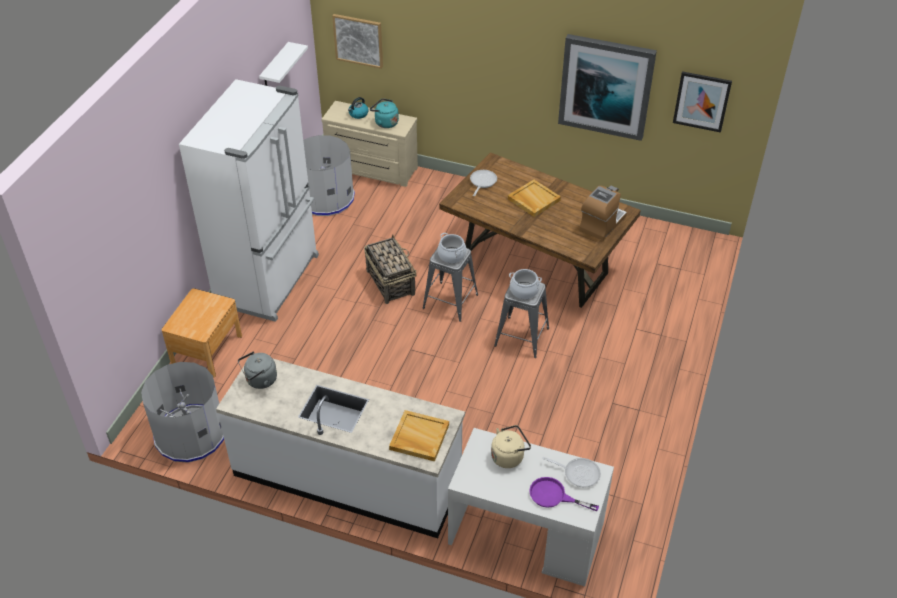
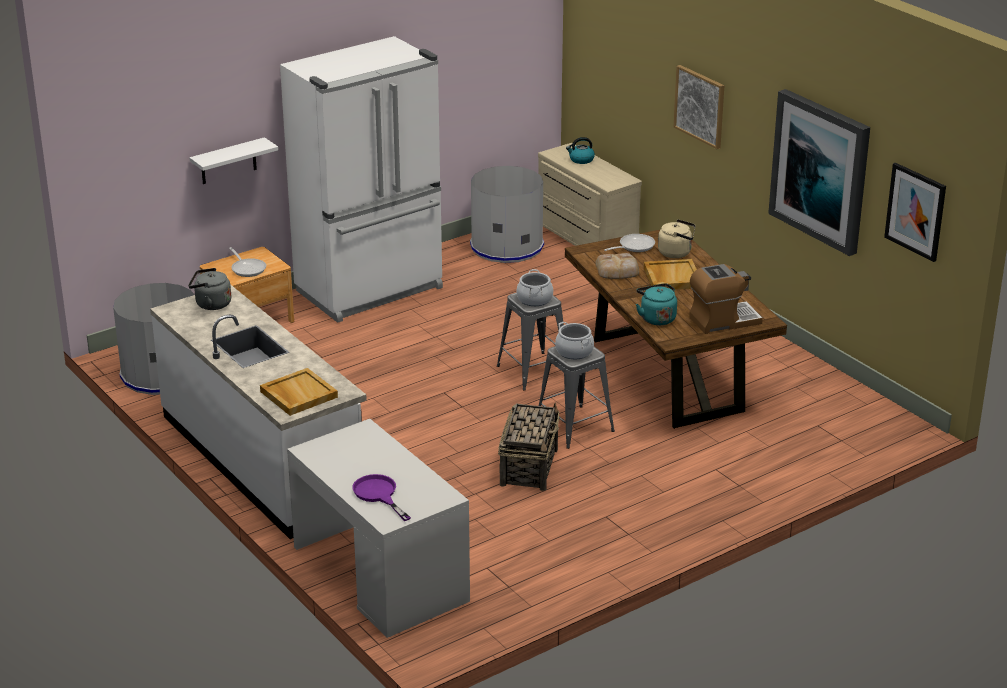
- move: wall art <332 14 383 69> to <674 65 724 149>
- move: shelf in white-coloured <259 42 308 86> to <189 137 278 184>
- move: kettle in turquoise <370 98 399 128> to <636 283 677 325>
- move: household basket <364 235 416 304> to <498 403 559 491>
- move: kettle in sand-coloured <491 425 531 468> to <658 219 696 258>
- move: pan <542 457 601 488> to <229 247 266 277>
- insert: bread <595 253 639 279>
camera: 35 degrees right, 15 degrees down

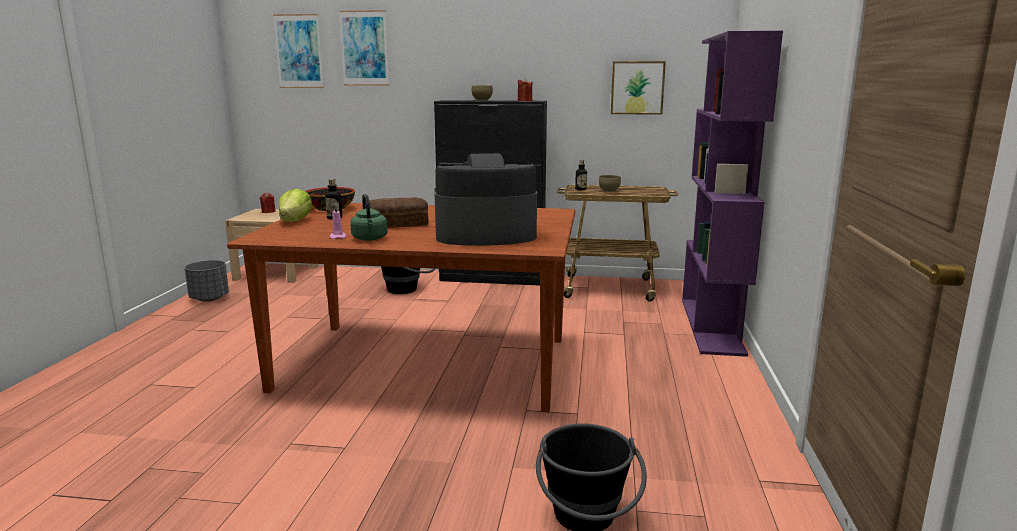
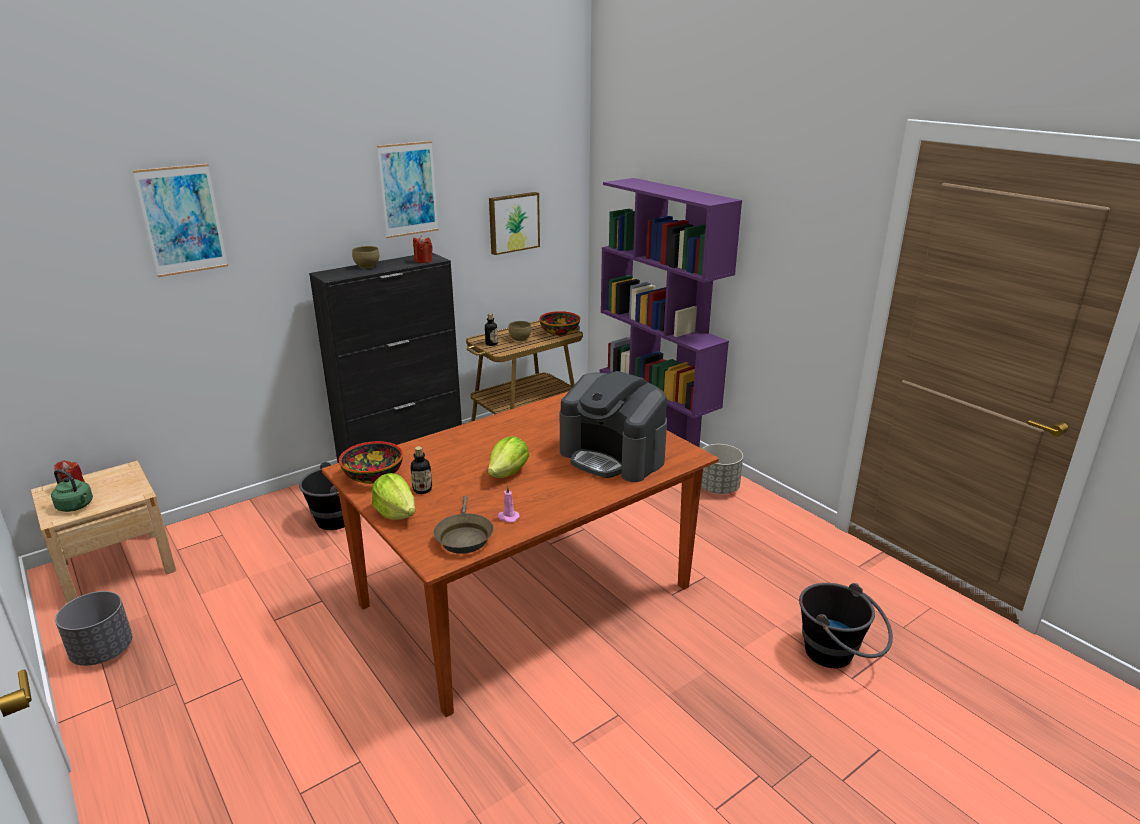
- move: wall art <273 14 324 88> to <377 141 439 238>
- rotate: coffee machine <435 153 537 246> = <560 371 667 482> 90 degrees counterclockwise
- move: kettle in green <350 194 388 241> to <51 469 93 512>
- replace: bread <369 197 429 228> to head of lettuce <488 436 529 478>
- insert: serving bowl <539 311 580 336>
- insert: plant pot in grey <701 444 743 494>
- insert: pan in brown <434 496 494 554>
camera: 45 degrees left, 10 degrees up

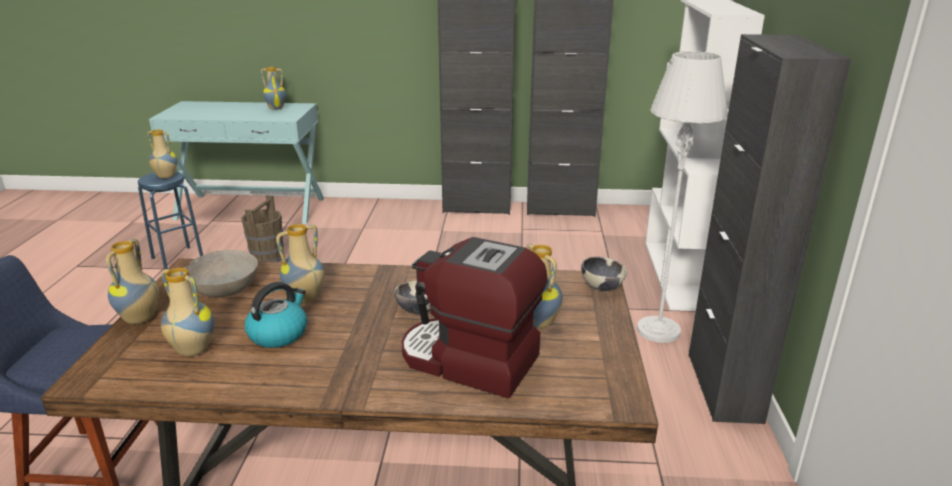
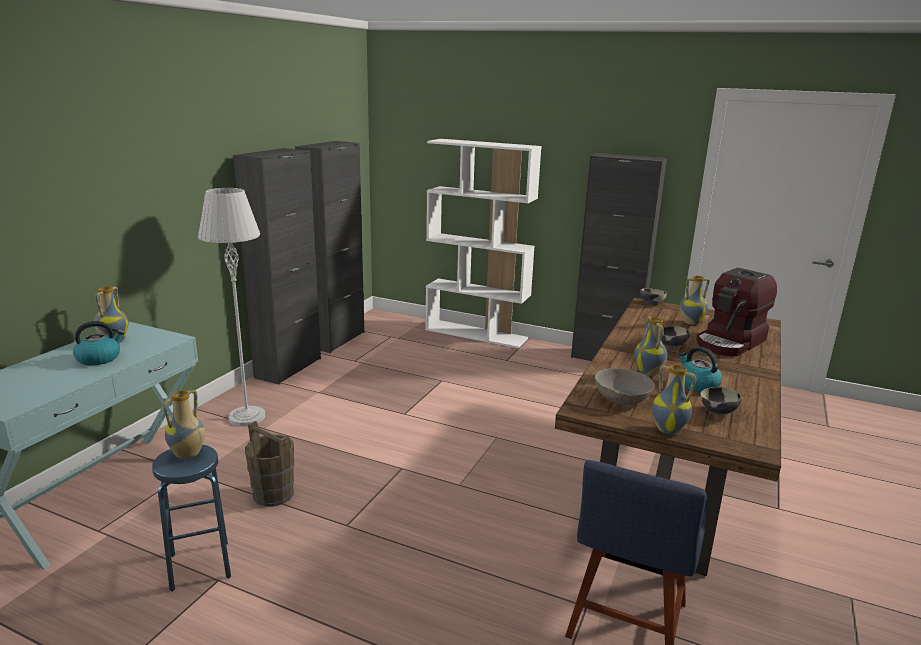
- move: floor lamp in grey <637 51 728 343> to <198 188 265 426>
- replace: decorative vase <161 268 214 356> to serving bowl <700 387 742 415>
- insert: kettle <73 321 125 365>
camera: 70 degrees left, 5 degrees down

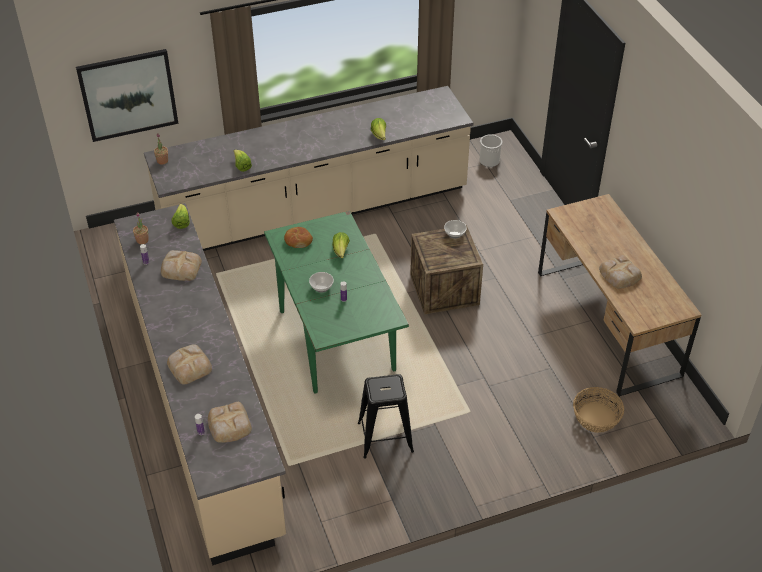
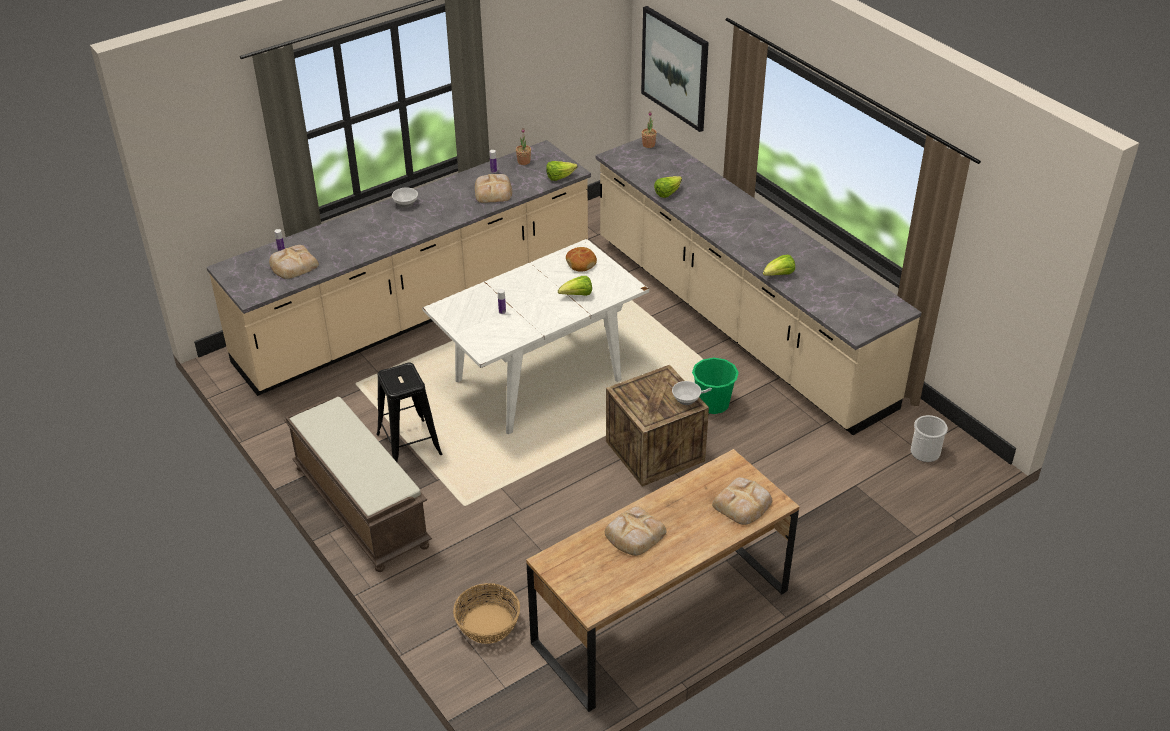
- recolor: dinner table in green <264 211 409 394> to dinner table in white-coloured <422 239 649 434>
- move: serving bowl <309 272 334 293> to <392 188 418 208>
- move: bread <167 344 212 385> to <712 477 772 525>
- insert: water bucket in green <692 358 739 414>
- insert: bench in brown <284 396 432 572>
camera: 75 degrees right, 5 degrees down

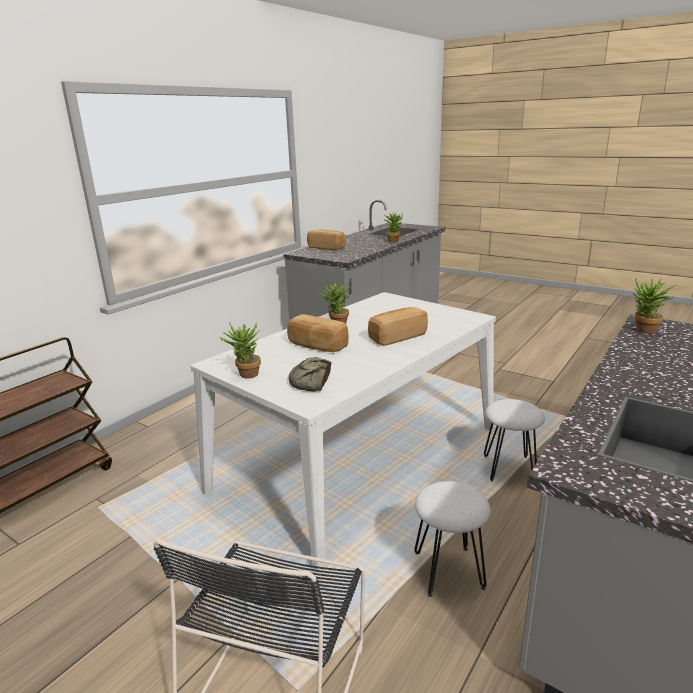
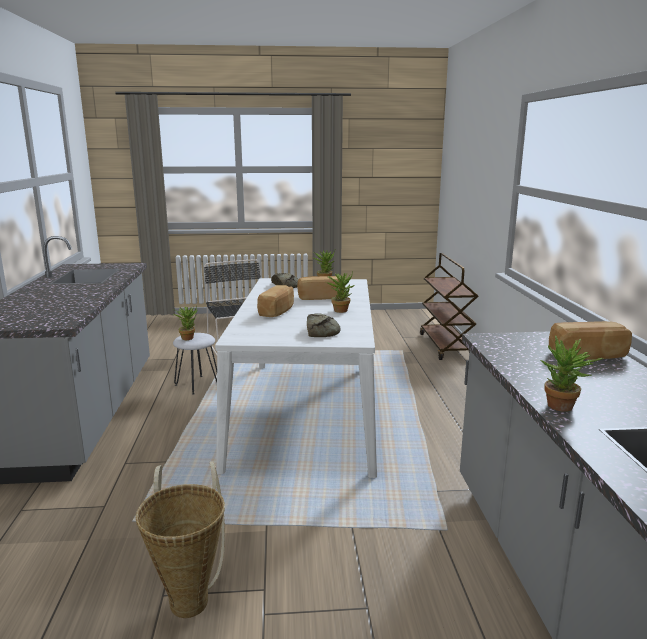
- move: plant in a pot <633 278 676 334> to <173 306 198 340>
- delete: sitting stool in white-coloured <484 399 545 481>
- insert: bread <307 313 340 337>
- insert: household basket <136 462 225 618>
camera: 140 degrees right, 5 degrees down

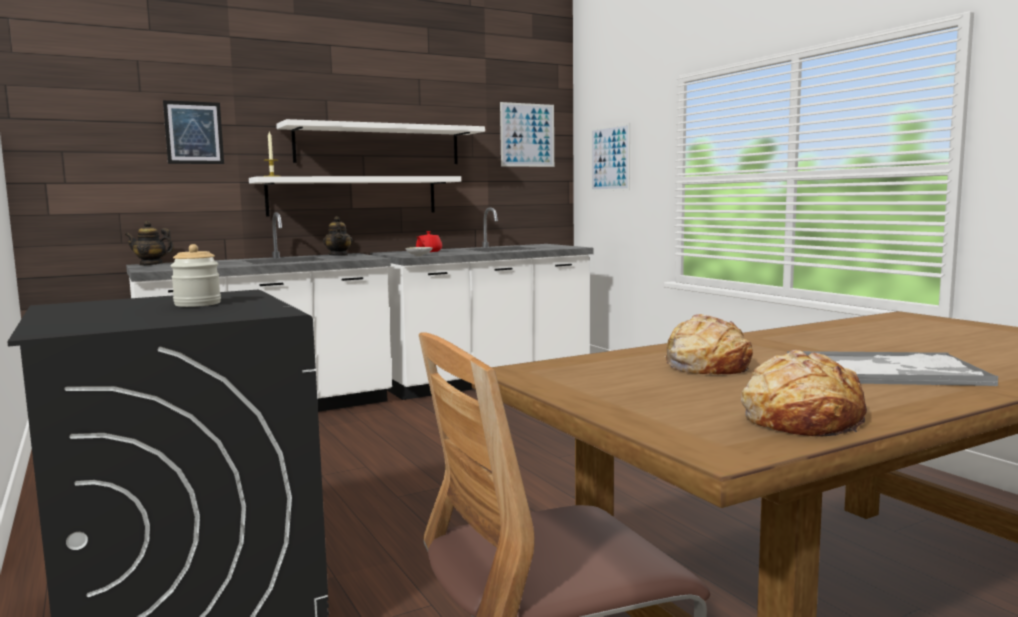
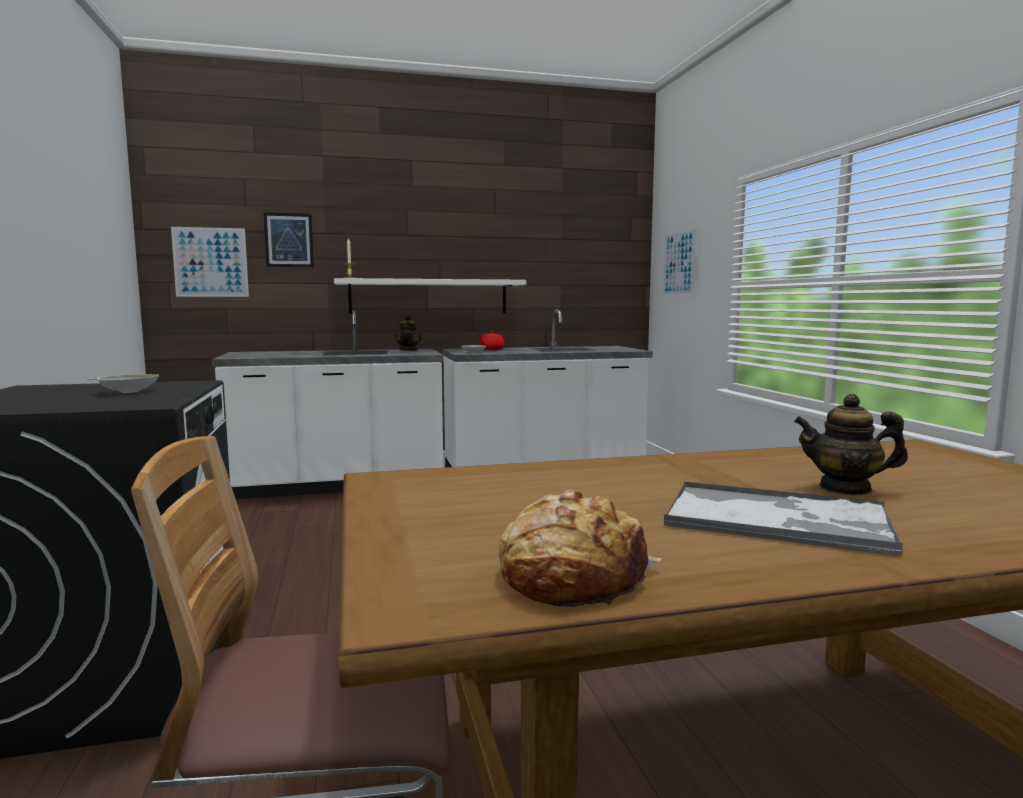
- move: wall art <500 102 554 167> to <171 227 249 297>
- delete: shelf in white-coloured <276 119 485 164>
- move: teapot <125 221 174 265> to <794 394 908 495>
- replace: preserve jar <170 244 221 307> to serving bowl in white-coloured <87 374 159 393>
- delete: bread <664 314 753 374>
camera: 15 degrees right, 0 degrees up

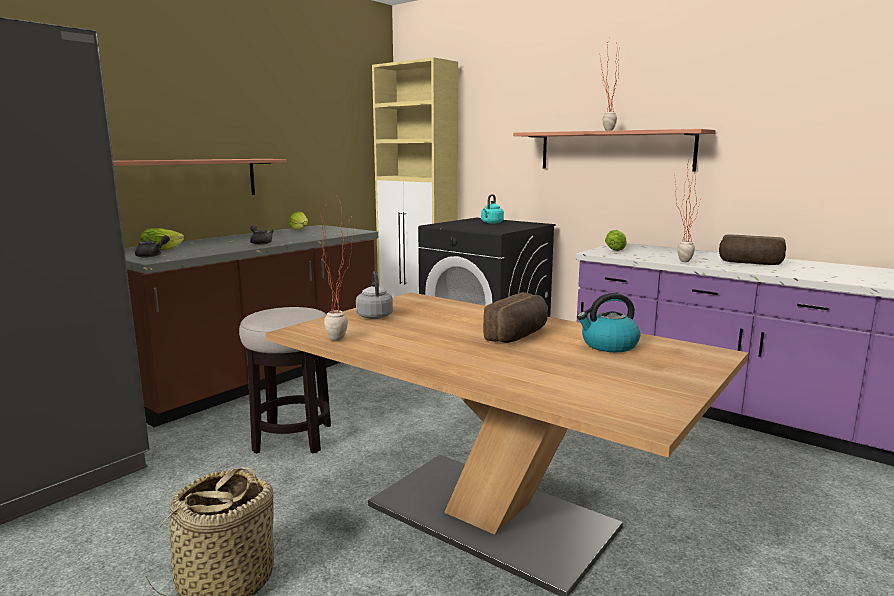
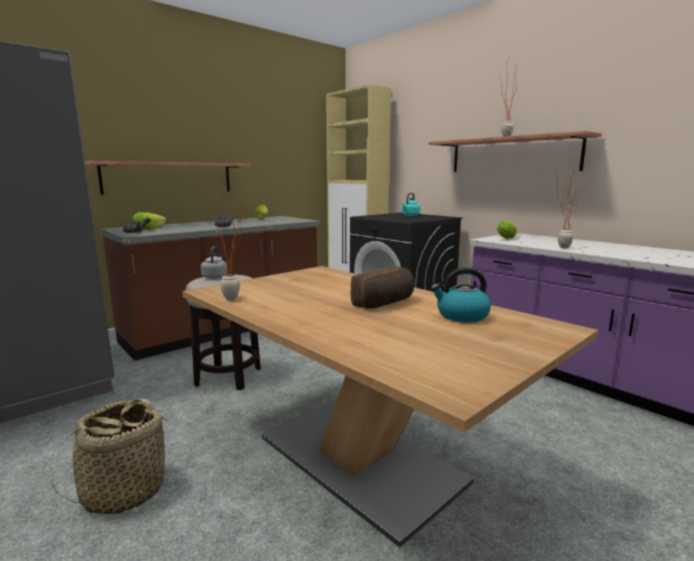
- delete: bread <719 234 786 265>
- move: kettle in grey <356 271 393 319> to <201 246 227 279>
camera: 10 degrees right, 0 degrees up

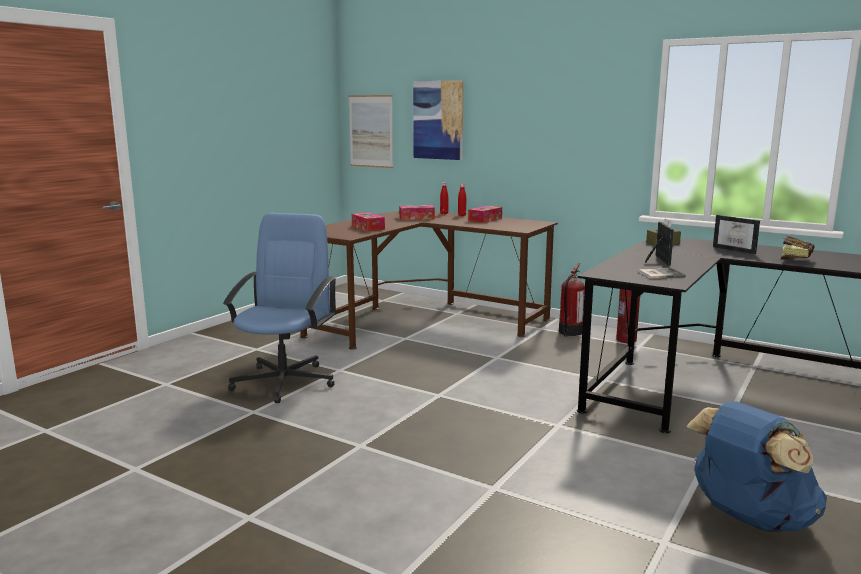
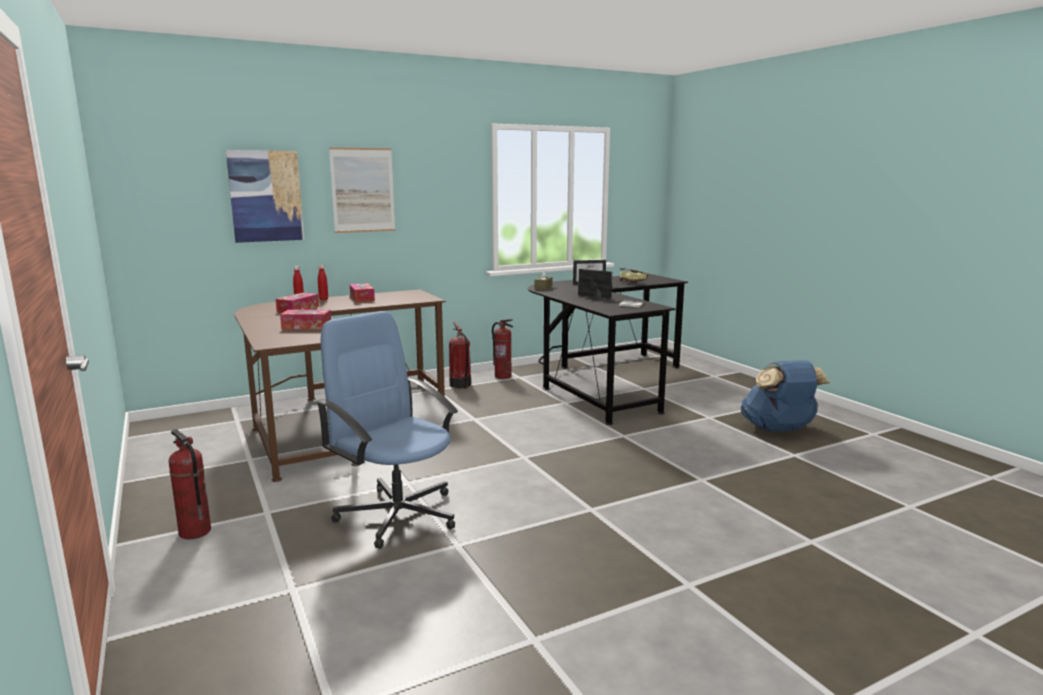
- move: wall art <349 95 393 168> to <329 147 395 233>
- insert: fire-fighting cylinder <168 429 211 539>
camera: 60 degrees left, 0 degrees up

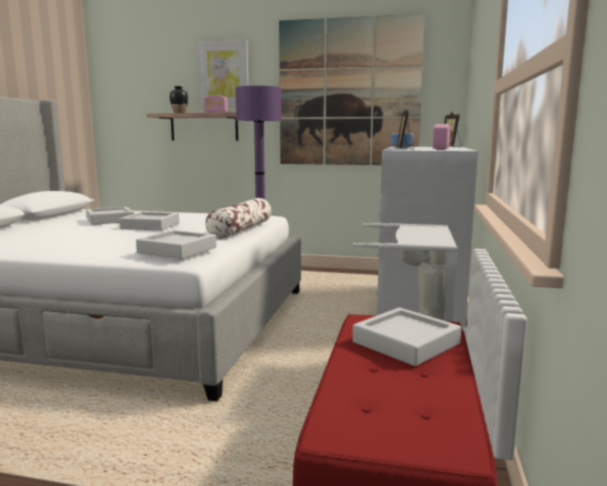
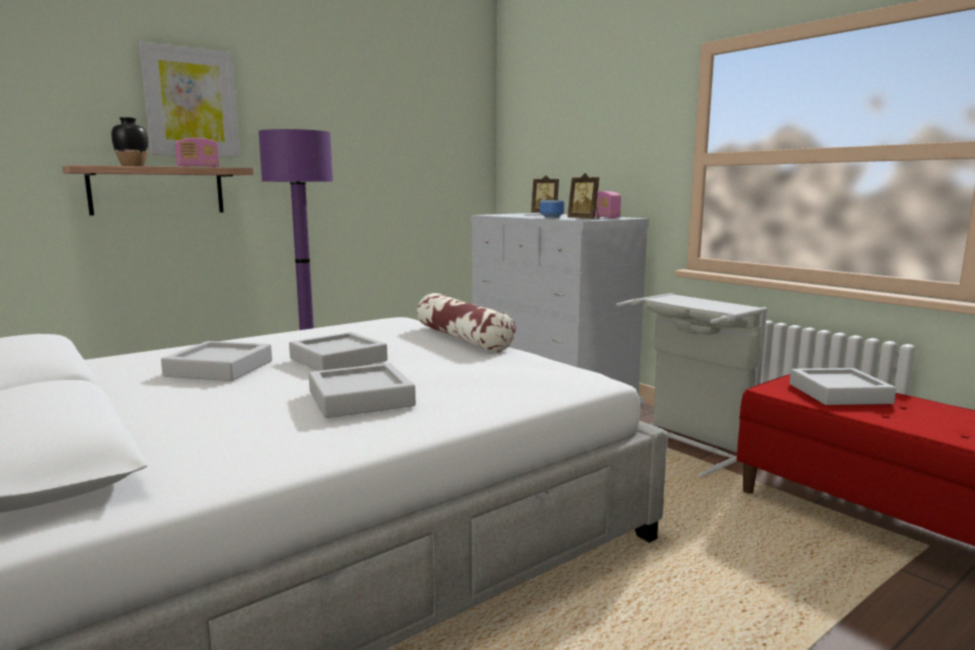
- delete: wall art <279 13 425 165>
- move: carrying tray in grey <136 230 216 259> to <309 363 416 418>
camera: 50 degrees left, 0 degrees up

